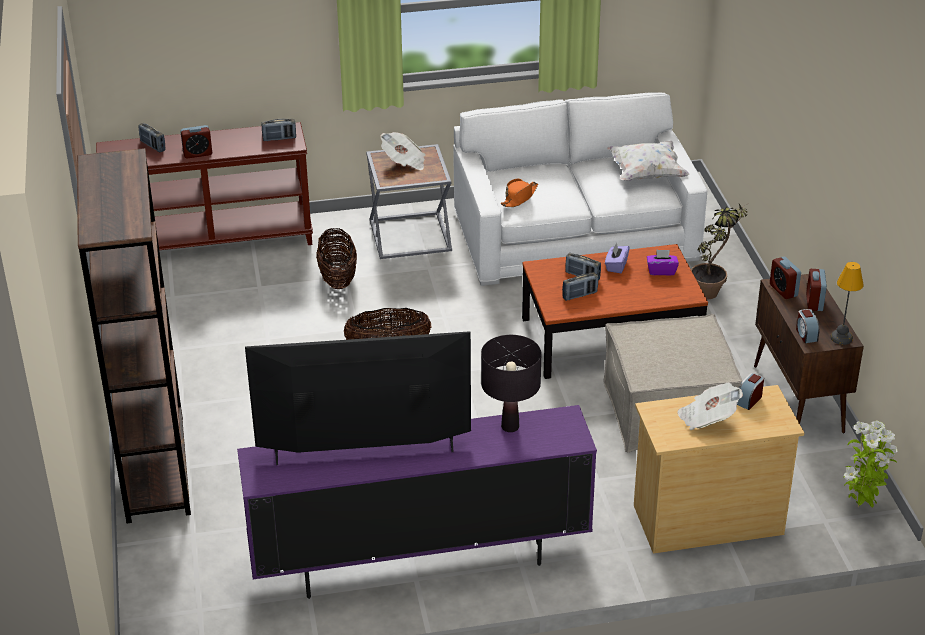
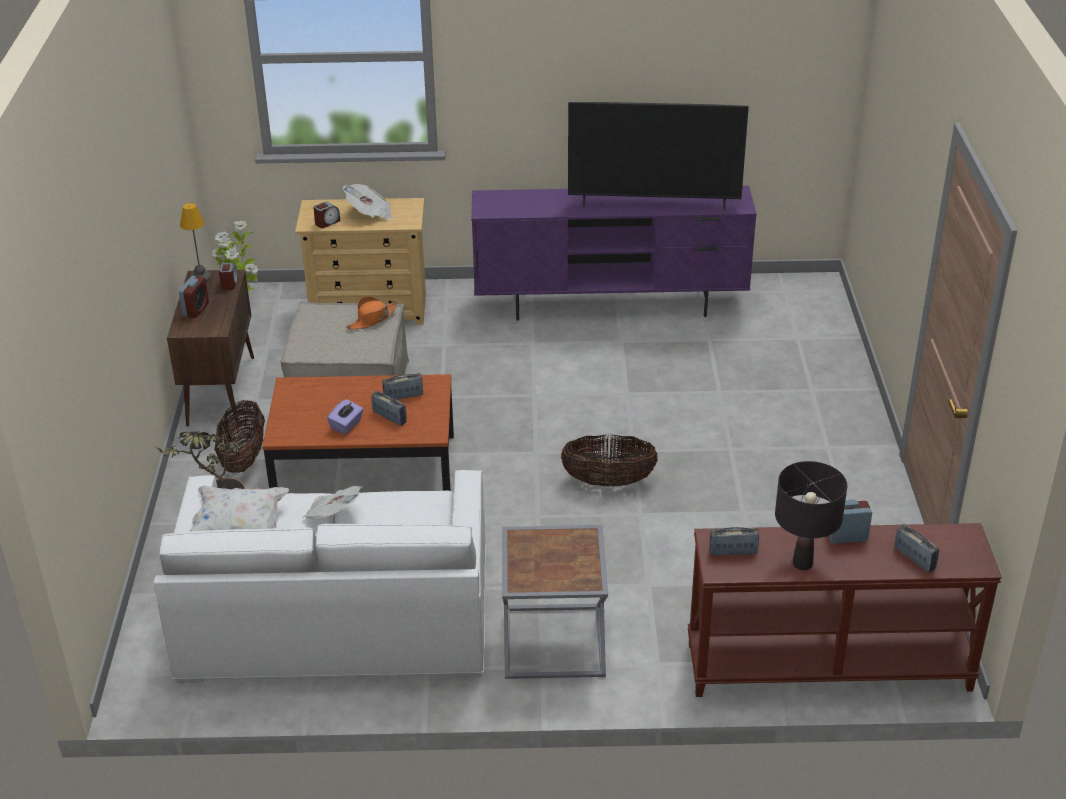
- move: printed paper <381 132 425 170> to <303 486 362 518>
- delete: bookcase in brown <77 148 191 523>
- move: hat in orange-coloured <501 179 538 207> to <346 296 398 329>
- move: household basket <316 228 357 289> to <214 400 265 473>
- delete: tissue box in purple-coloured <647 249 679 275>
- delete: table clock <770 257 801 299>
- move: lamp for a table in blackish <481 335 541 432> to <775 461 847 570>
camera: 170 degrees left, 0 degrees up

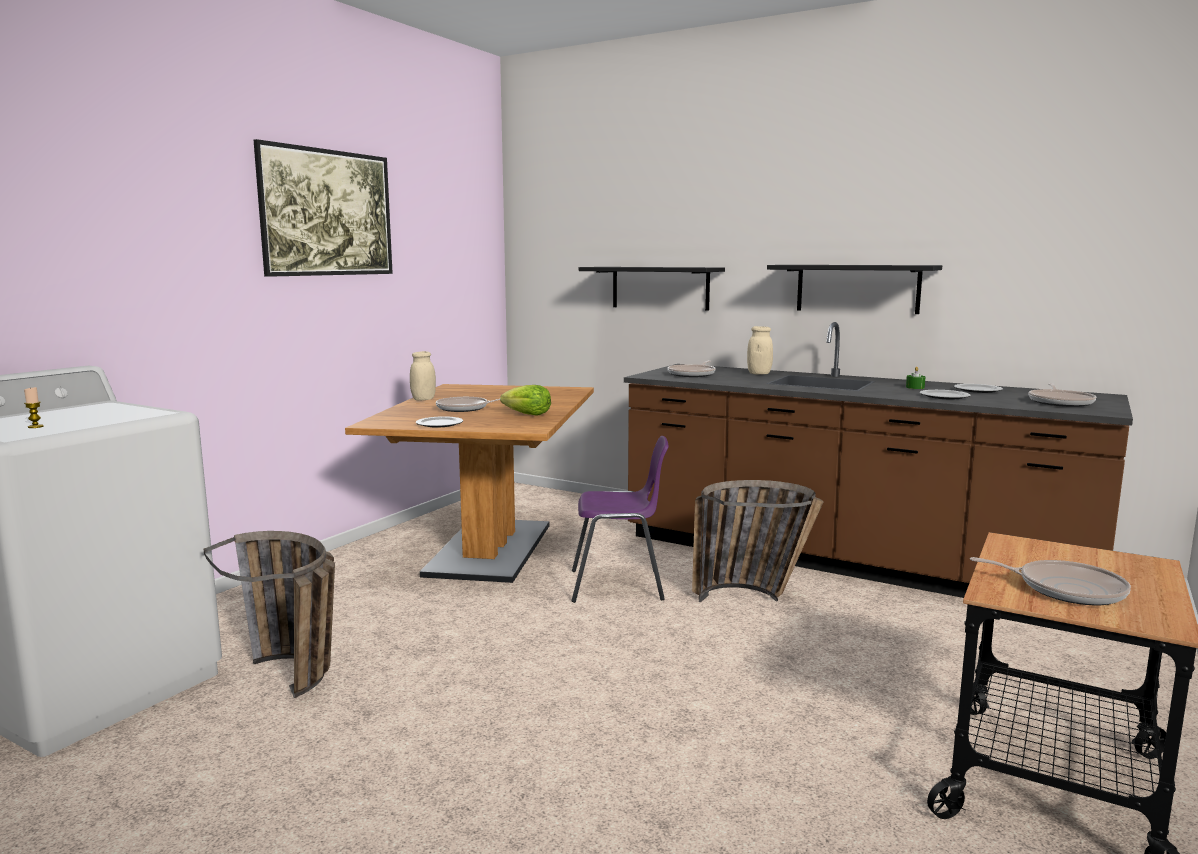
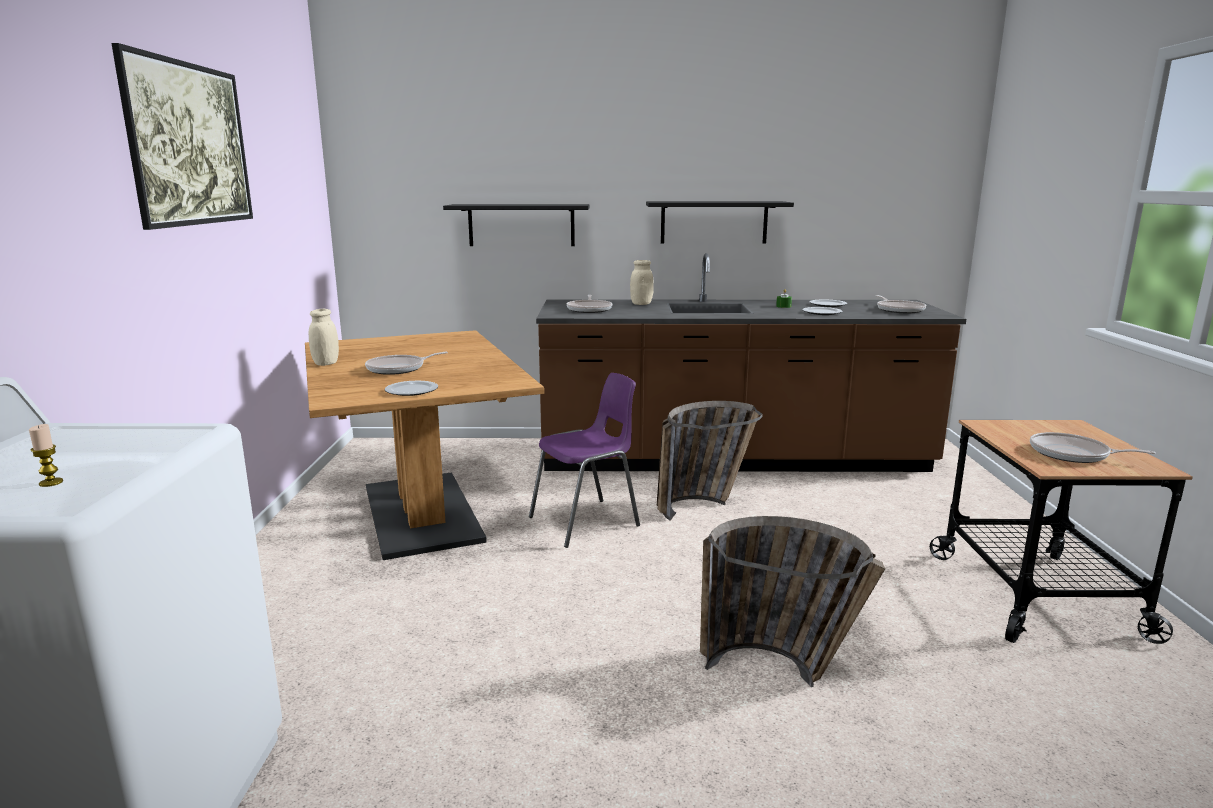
- delete: head of lettuce <500 385 551 416>
- move: household basket <204 531 335 698> to <700 516 885 687>
- rotate: pan <970 557 1131 605> = <1030 432 1156 463> 150 degrees counterclockwise
camera: 30 degrees left, 5 degrees up

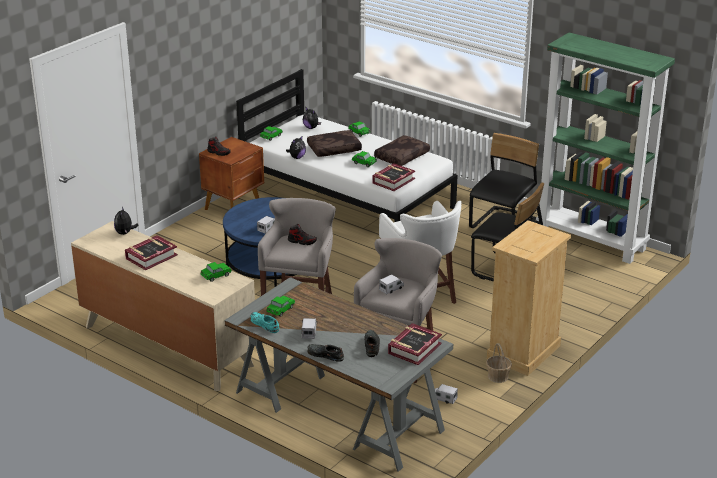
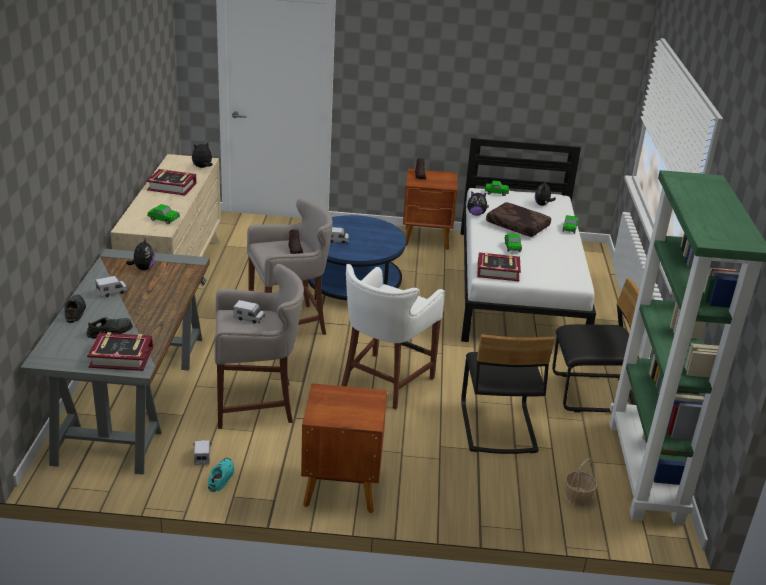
- delete: pillow in brown <374 135 430 166>
- replace: chest of drawers in sand-coloured <487 220 571 376> to bedside table in brown <301 383 387 513>
- replace: model car <267 296 295 317> to soft toy <126 237 155 270>
- move: low shoe in turquoise <251 312 279 333> to <208 458 234 492>
- move: household basket <486 343 512 383> to <565 458 598 507>
camera: 55 degrees right, 0 degrees up

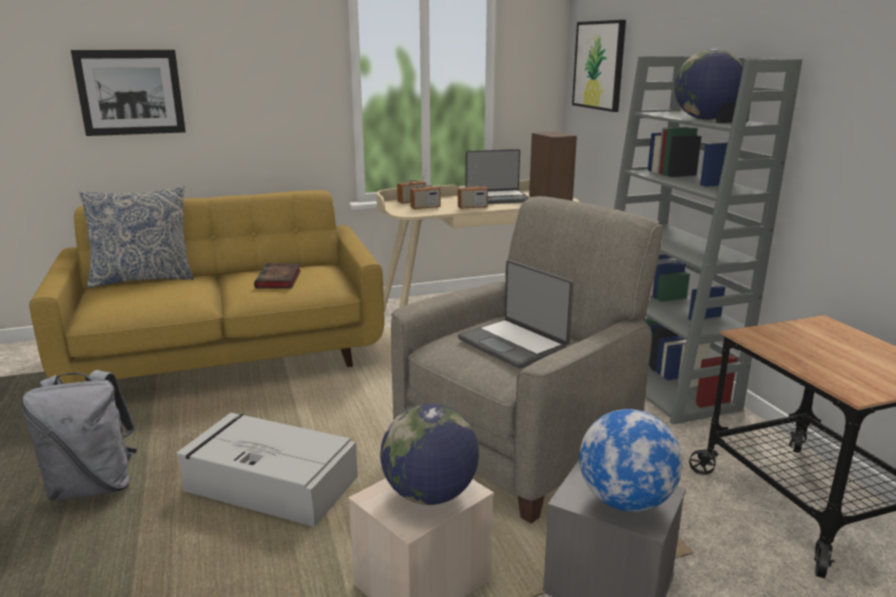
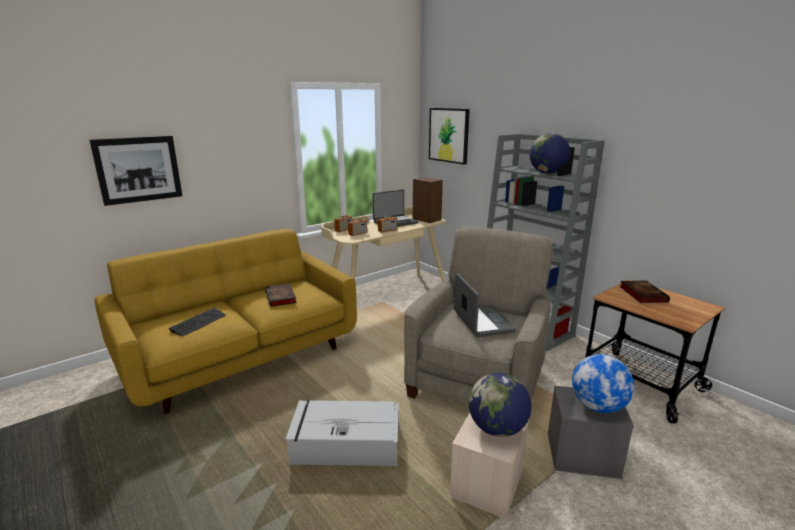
- delete: pillow <79 186 194 288>
- rotate: portable computer <458 260 574 369> = <454 273 516 337> 135 degrees counterclockwise
- delete: rucksack in grey <22 370 137 501>
- insert: volume <620 281 670 303>
- insert: keyboard <169 308 226 336>
camera: 20 degrees left, 0 degrees up

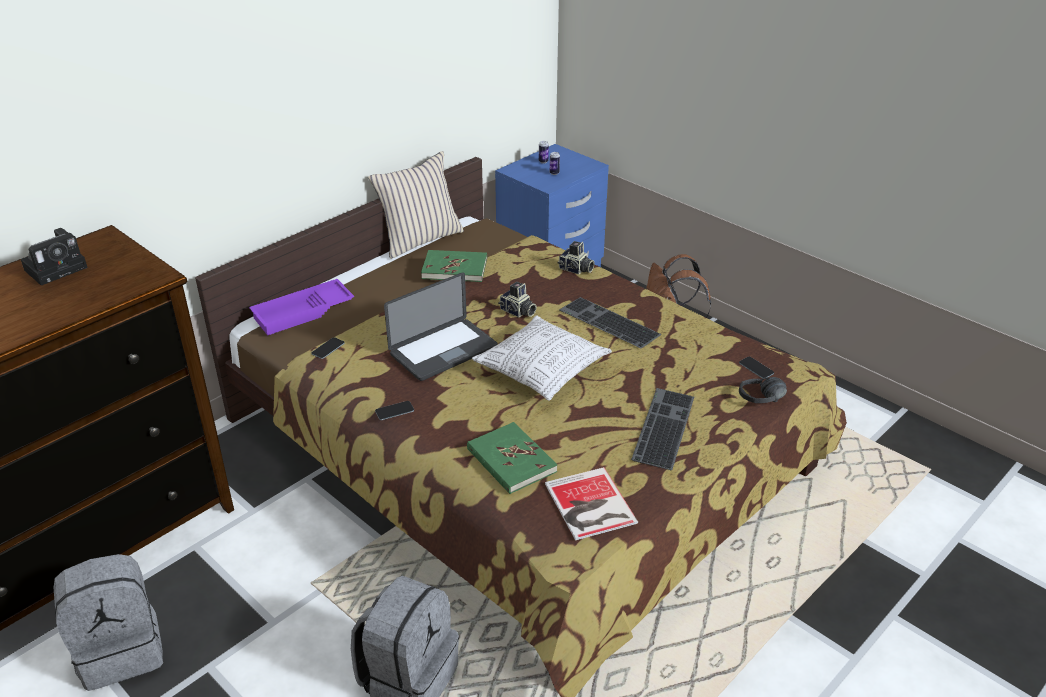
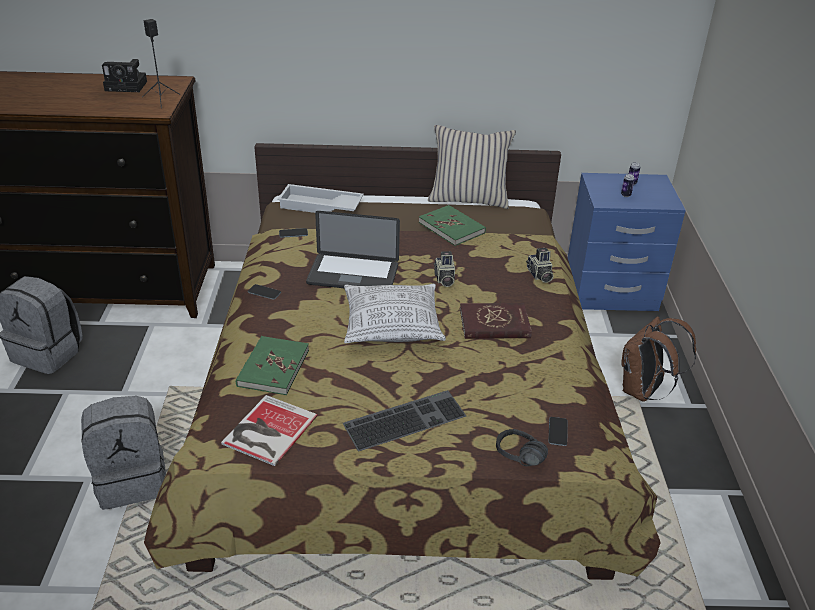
- recolor: carrying tray in purple-coloured <249 279 354 335> to carrying tray in white-coloured <277 184 364 213>
- replace: keyboard <559 297 661 348> to volume in reddish <460 303 532 339>
- insert: loudspeaker in blackish <142 19 180 108>
camera: 45 degrees right, 0 degrees up

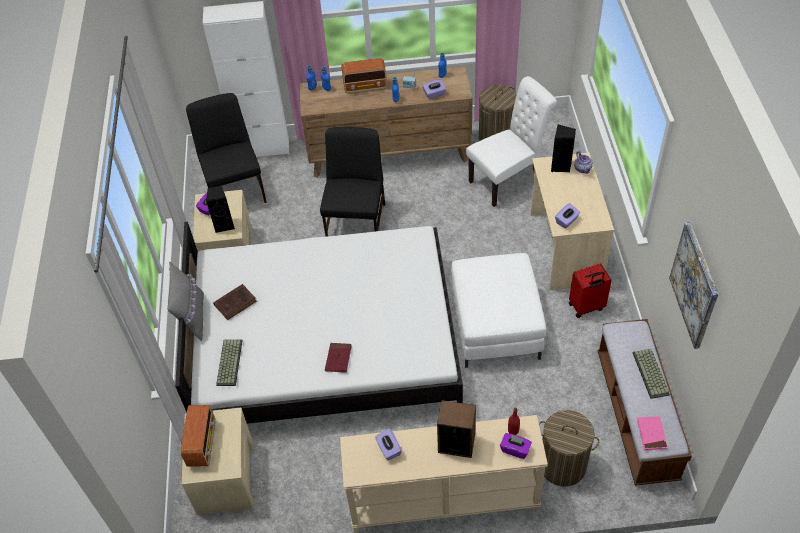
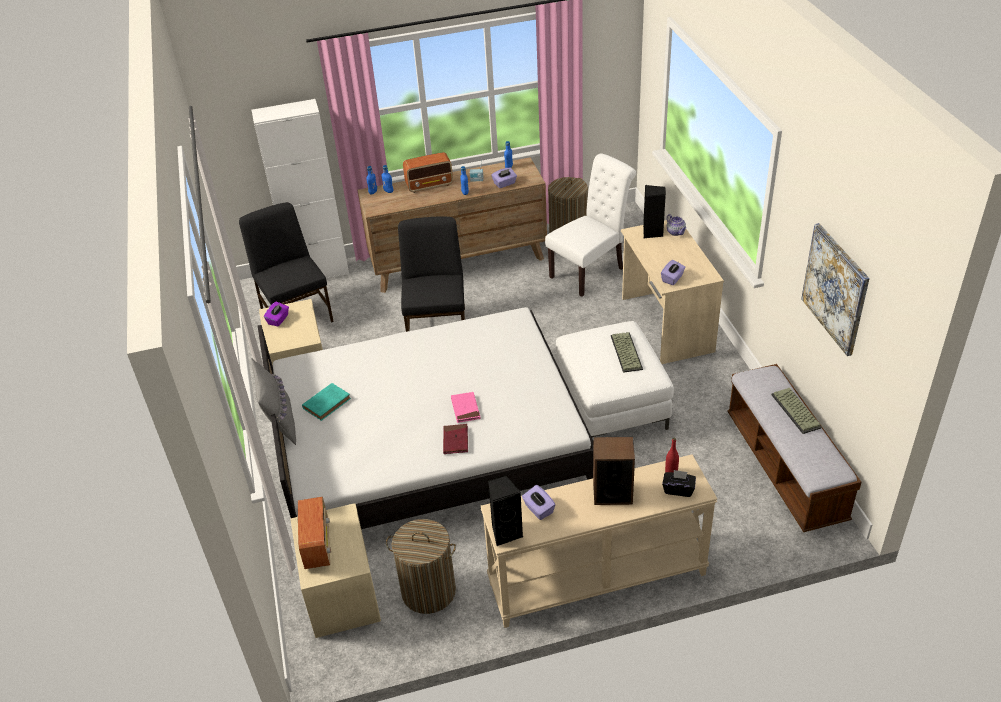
- move: loudspeaker in blackish <206 185 235 233> to <488 475 523 546>
- delete: travel case in reddish <569 264 612 318>
- recolor: volume in brown <213 284 257 320> to volume in turquoise <302 383 351 421>
- move: keyboard <216 339 243 386> to <611 332 643 373>
- move: laundry basket <539 410 599 487> to <386 519 456 614>
- move: volume in pinkish <637 416 668 451> to <451 392 481 423>
- recolor: tissue box in purple-coloured <500 433 532 459> to tissue box in blackish <662 470 696 497>
camera: 10 degrees left, 10 degrees down

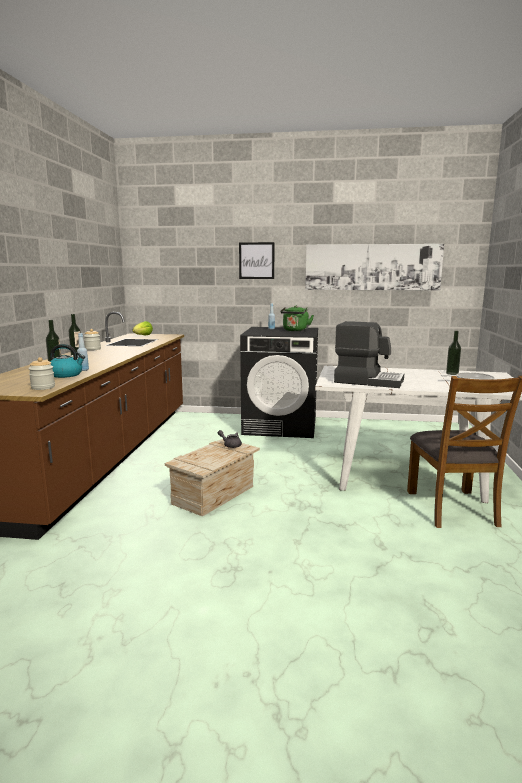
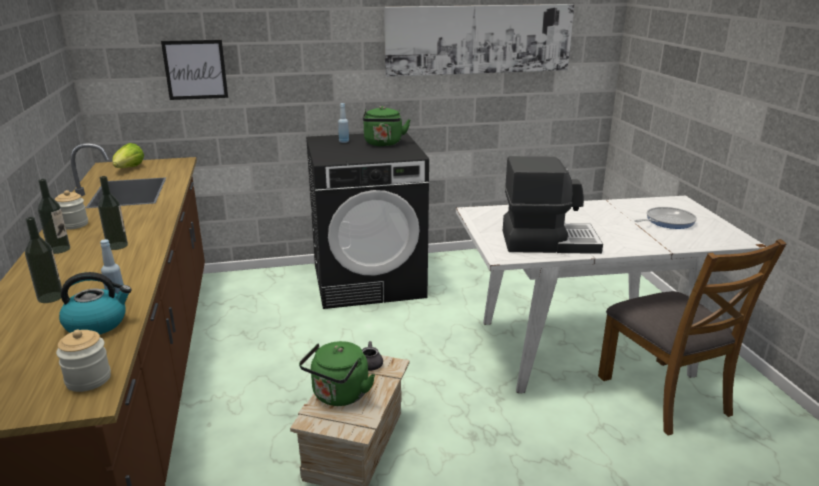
- move: wall art <239 242 275 279> to <161 40 228 100>
- move: drink bottle <446 331 461 375> to <98 176 128 250>
- insert: kettle in green <299 341 375 406>
camera: 20 degrees left, 10 degrees up

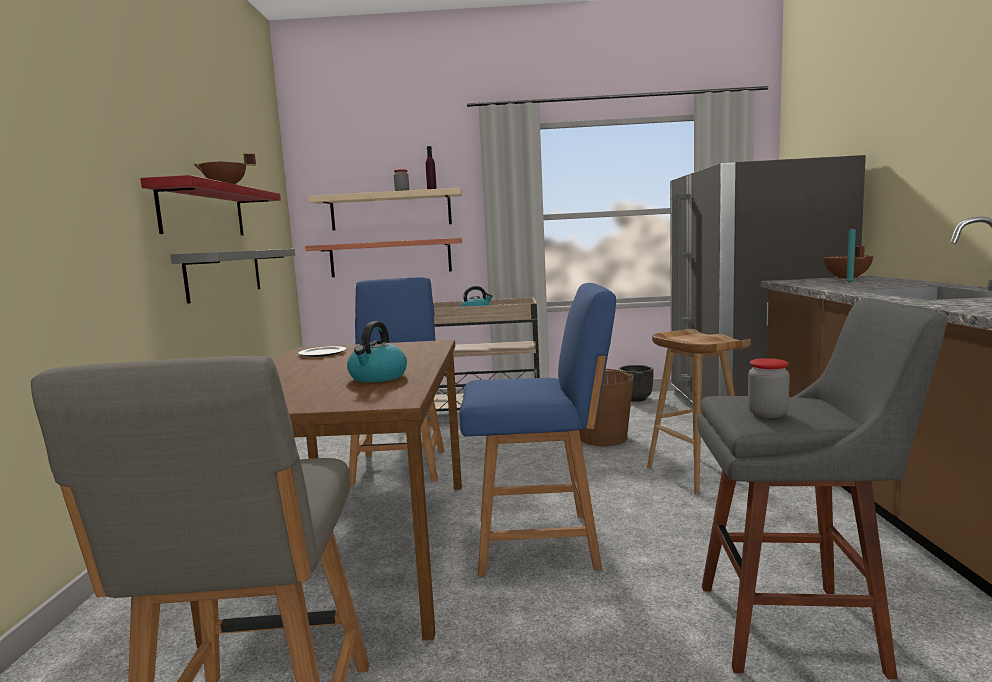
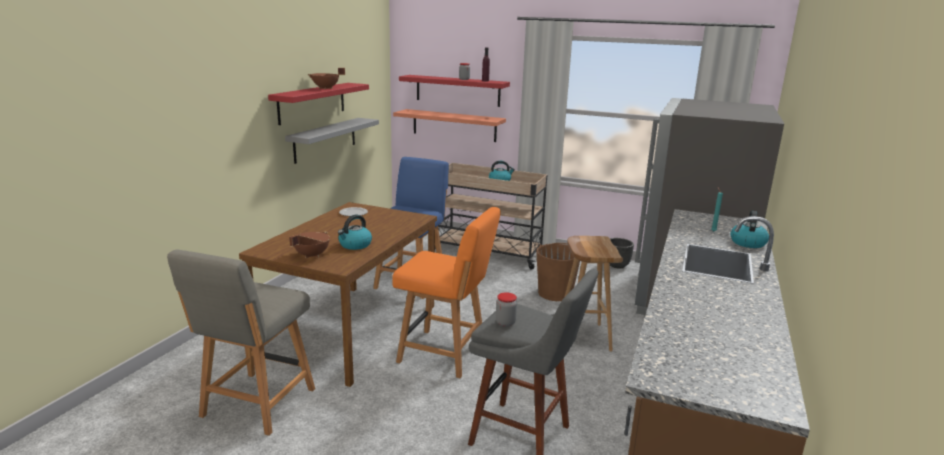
- recolor: shelf in sand-coloured <308 188 462 230> to shelf in reddish <399 75 510 107>
- move: stockpot in brown <823 246 873 279> to <289 232 330 258>
- recolor: chair in blue <459 283 616 576> to chair in orange-coloured <392 207 501 378>
- insert: kettle <730 211 769 248>
camera: 20 degrees right, 10 degrees up

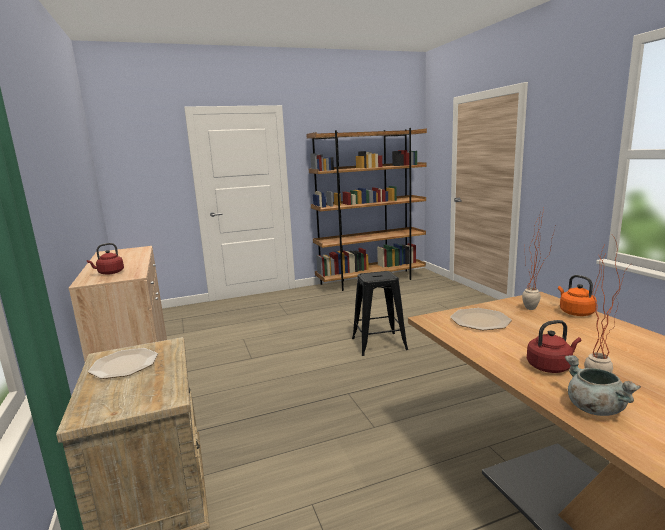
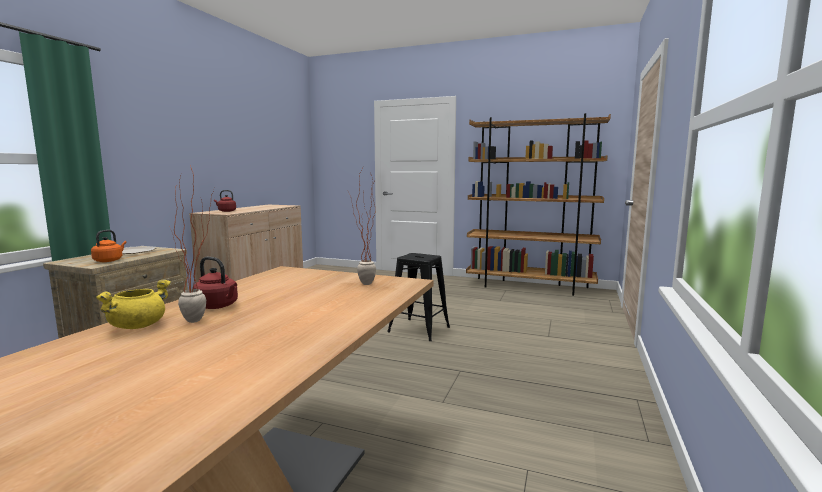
- move: kettle in orange-coloured <558 275 597 316> to <91 230 127 262>
- delete: dinner plate <450 308 512 330>
- recolor: stockpot in grey <565 355 641 416> to stockpot in yellow <96 279 171 329>
camera: 40 degrees right, 5 degrees down

